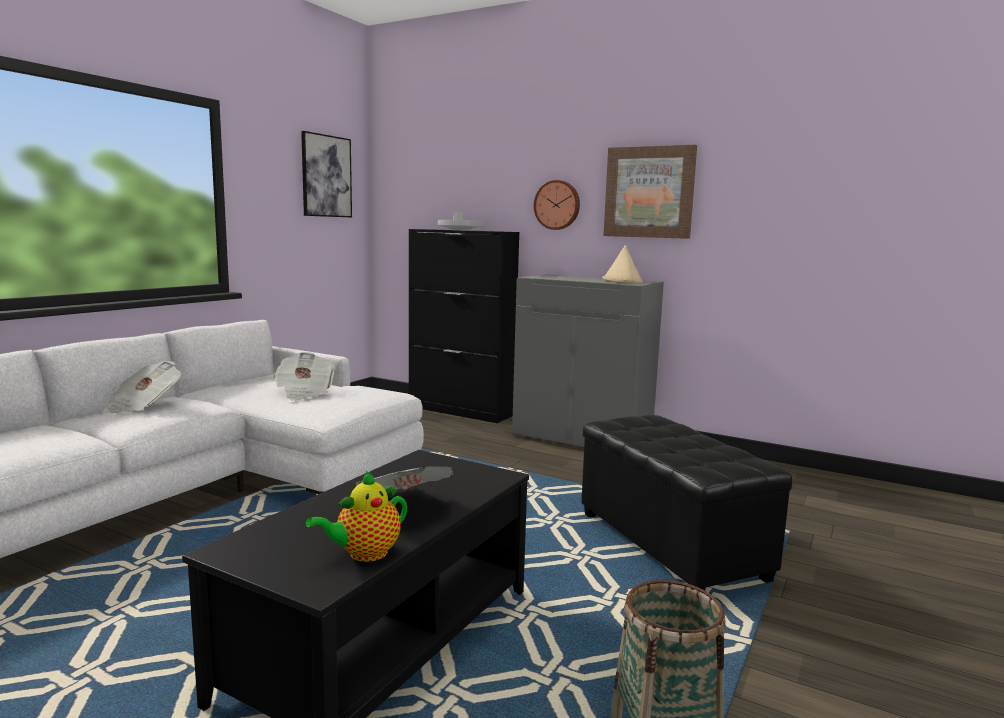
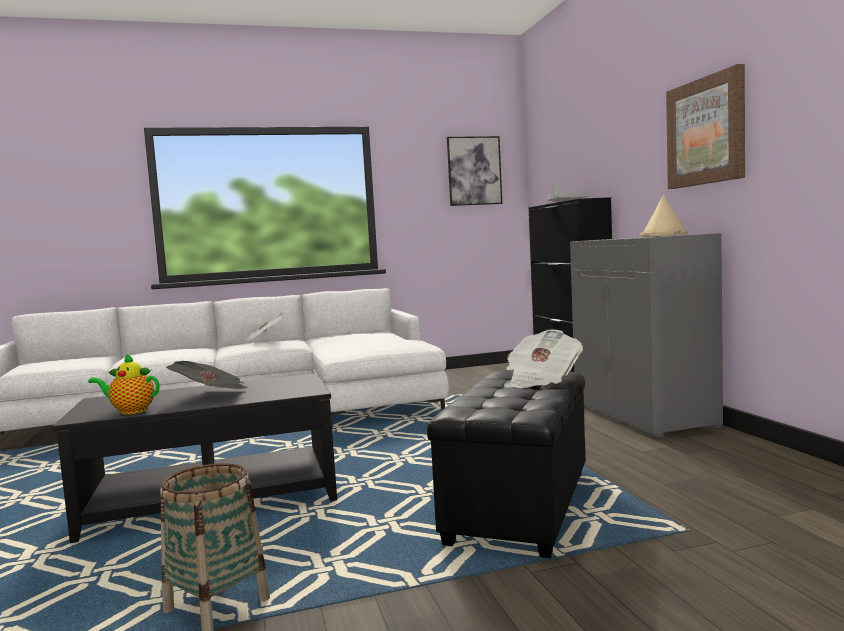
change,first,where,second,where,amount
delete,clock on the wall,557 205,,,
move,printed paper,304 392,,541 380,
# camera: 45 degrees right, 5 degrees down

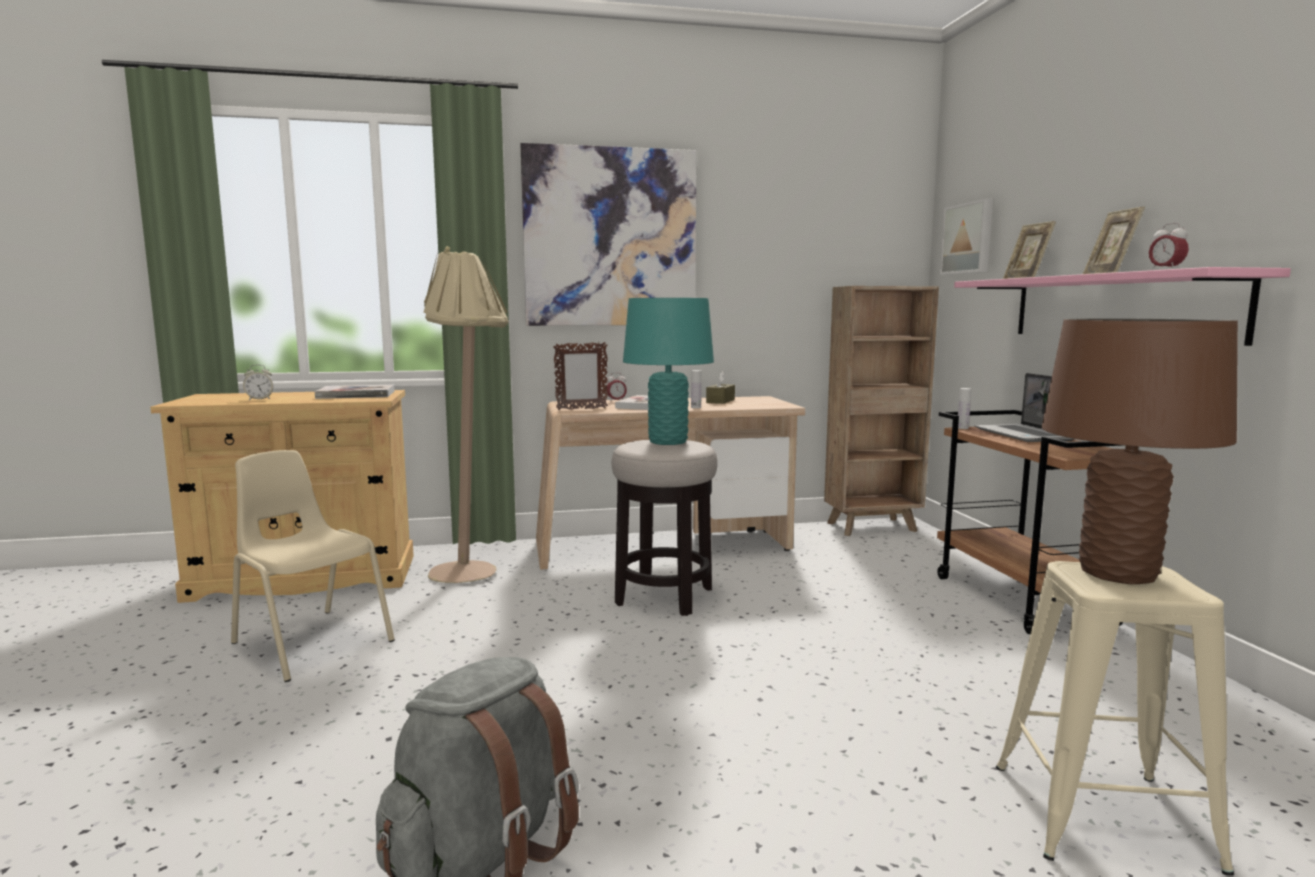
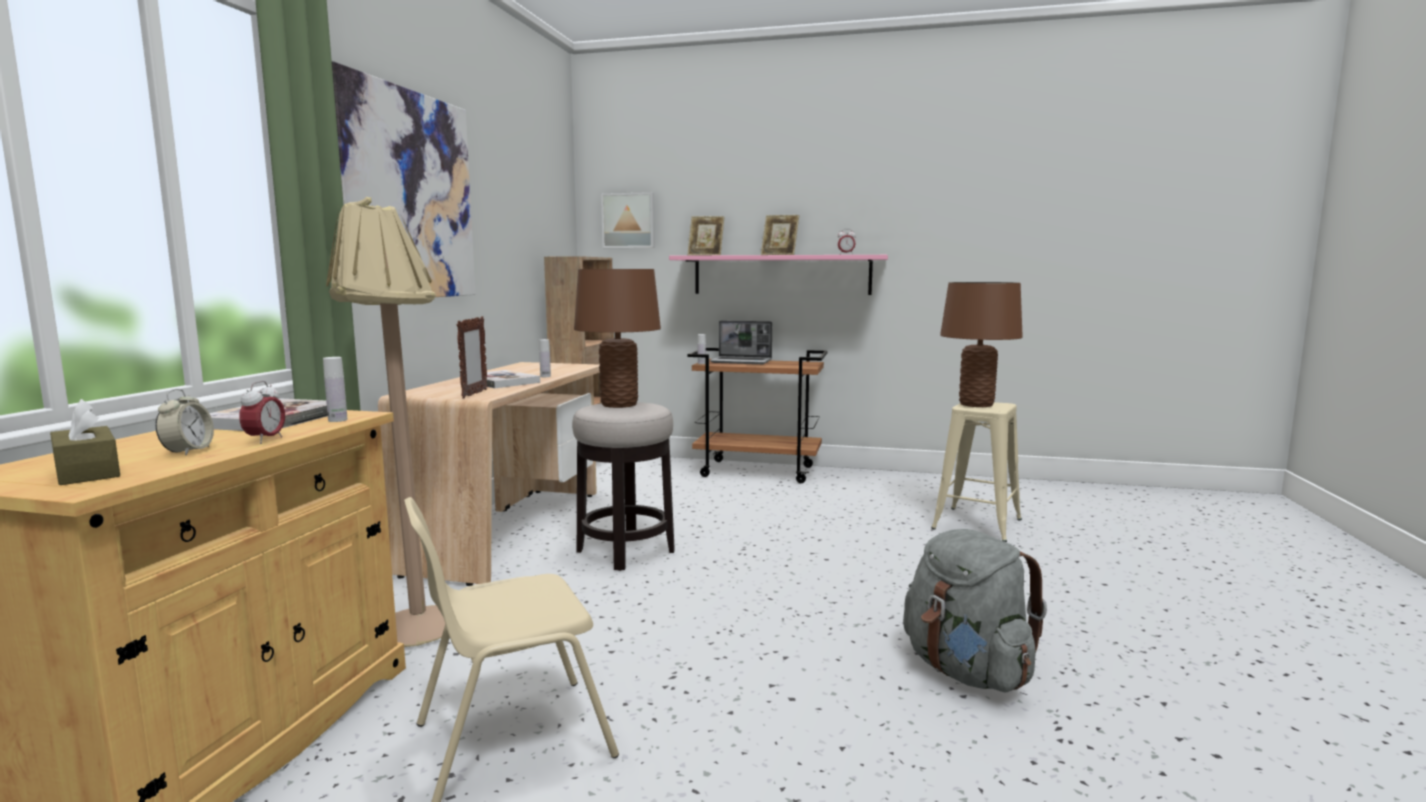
change,first,where,second,where,amount
recolor,turquoise-coloured tabletop lamp,668 442,brown tabletop lamp,619 404,
move,brown tissue box,720 401,,87 472,
move,alarm clock,616 401,,265 440,
insert,,,white drink bottle,337 420,
# camera: 65 degrees left, 0 degrees up

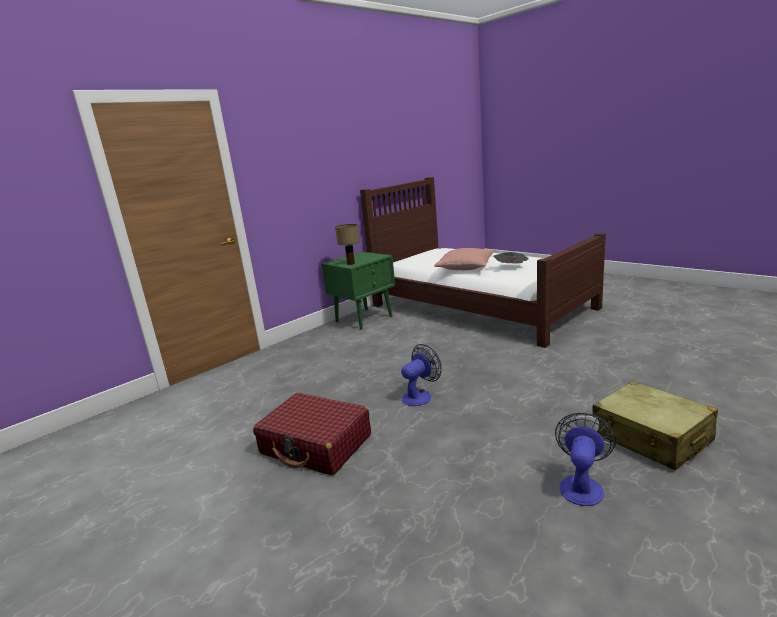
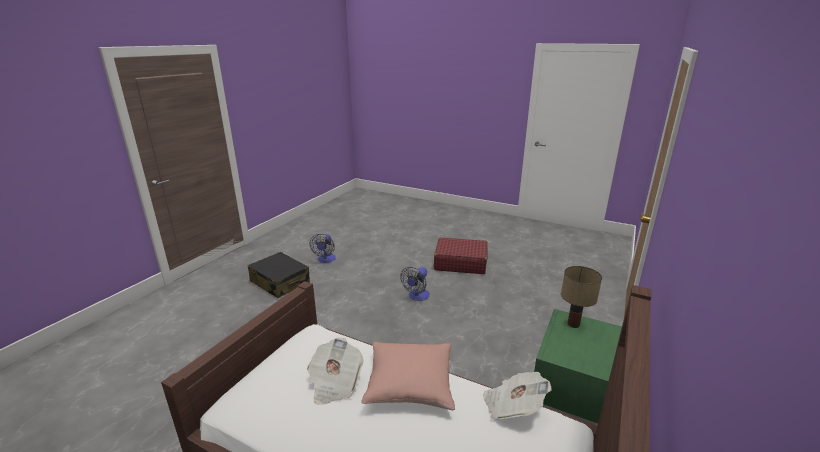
change,first,where,second,where,amount
recolor,beige-coloured suitcase,651 437,black-coloured suitcase,280 282,
insert,,,printed paper,512 407,
# camera: 160 degrees right, 5 degrees up

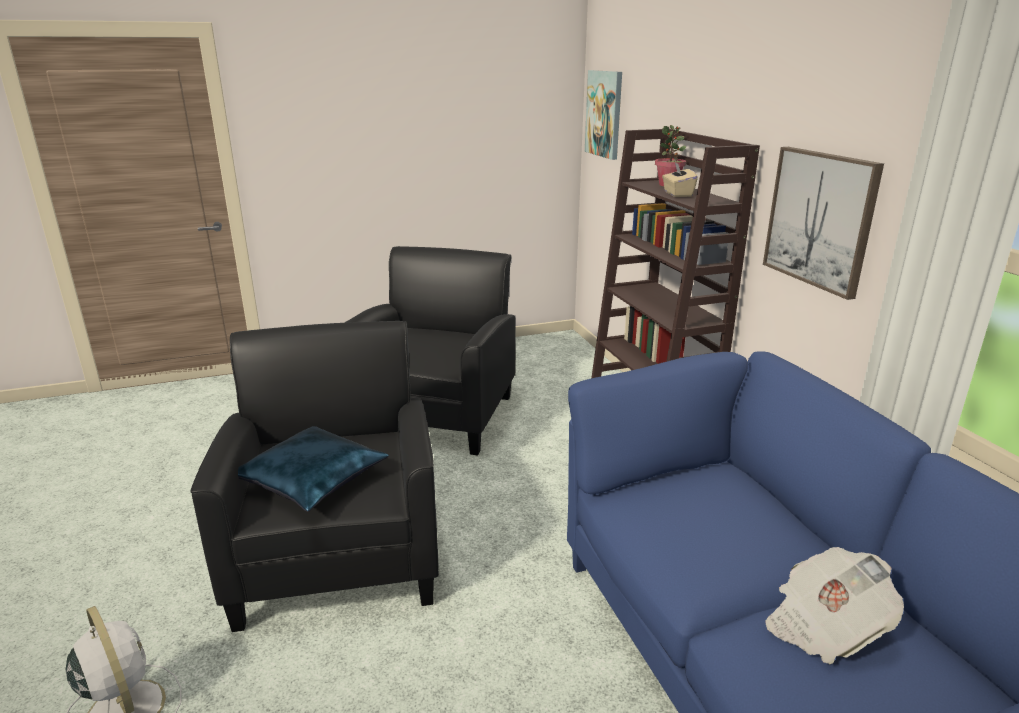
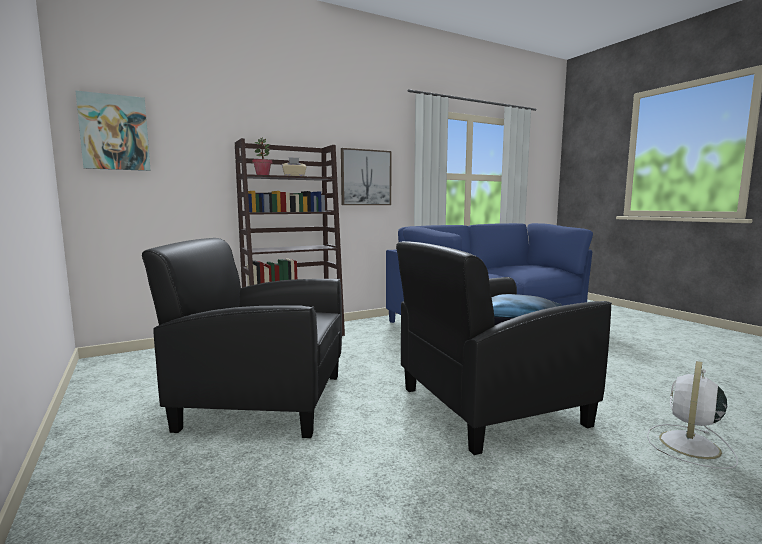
change,first,where,second,where,amount
delete,printed paper,824 626,,,
# camera: 100 degrees left, 15 degrees down

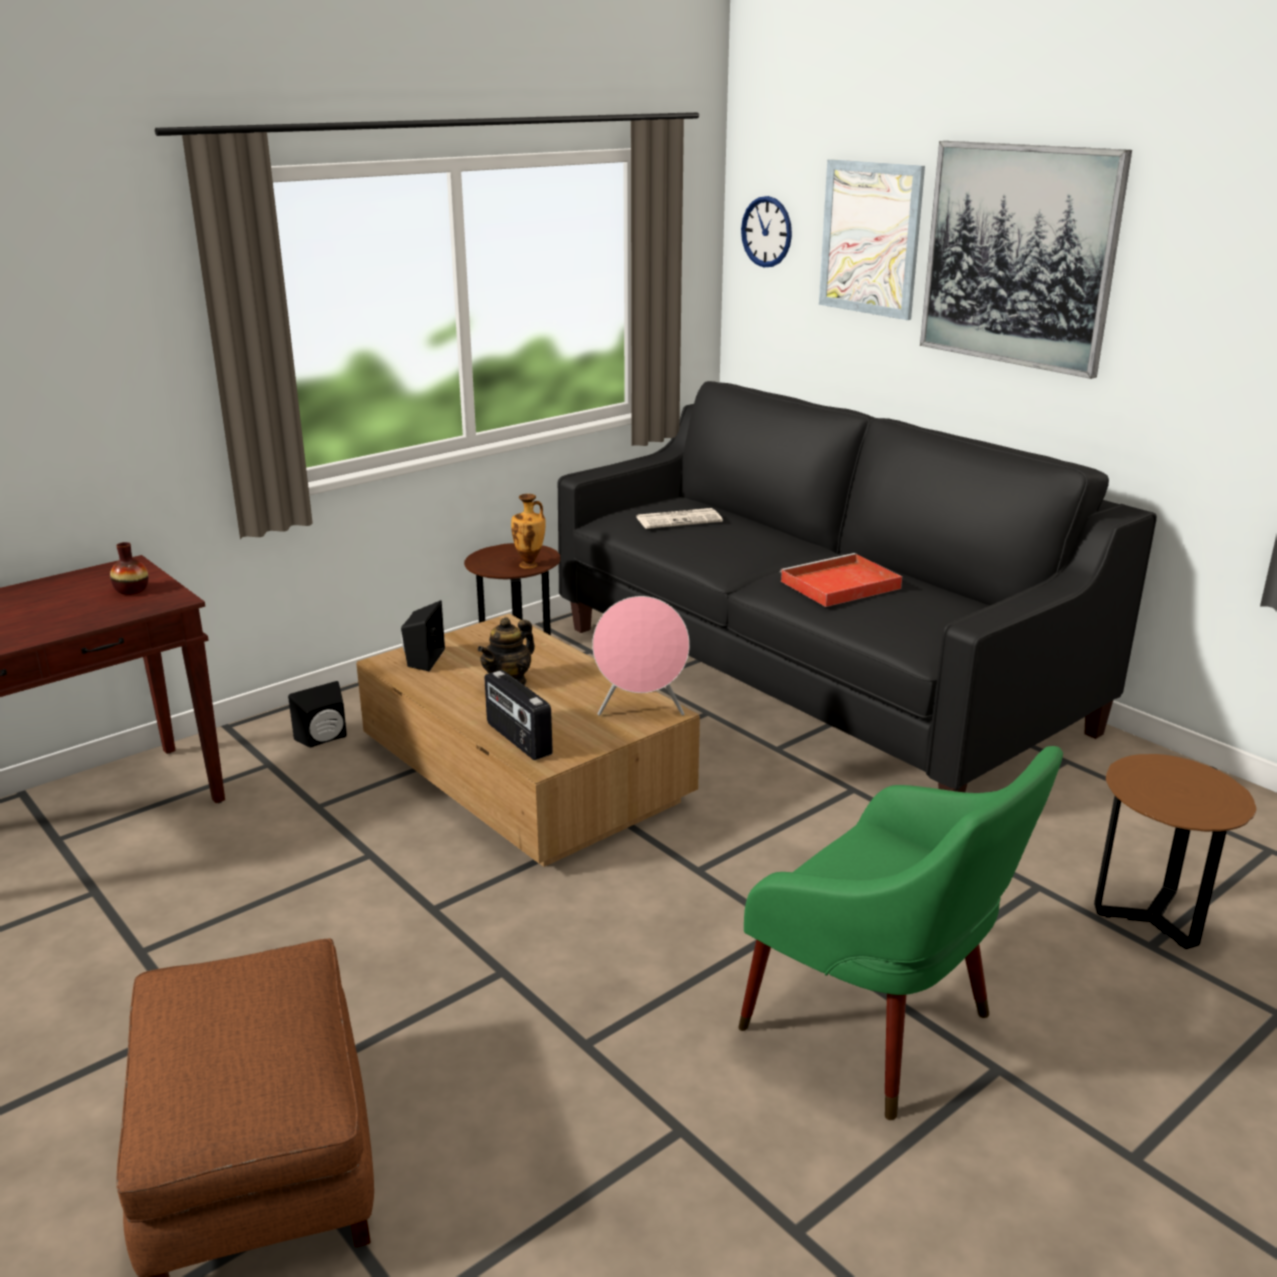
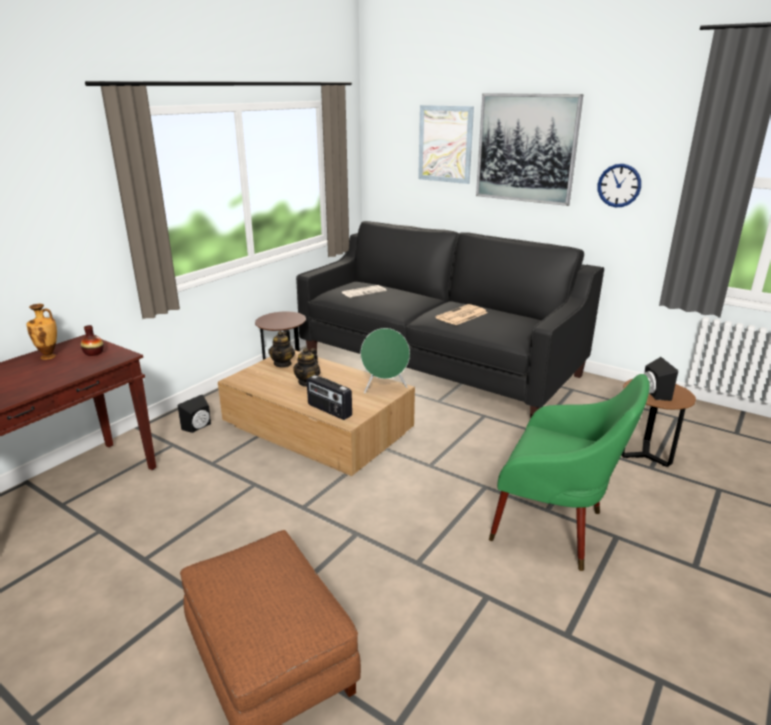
change,first,where,second,where,amount
move,clock on the wall,766 232,,619 185,
move,flower vase,530 565,,49 356,
replace,reddish carrying tray,838 585,printed paper,461 316,
recolor,pinkish speaker,641 711,green speaker,384 388,
move,black-coloured speaker,422 659,,653 394,
insert,,,pot for tea,283 364,
# camera: 15 degrees left, 0 degrees up

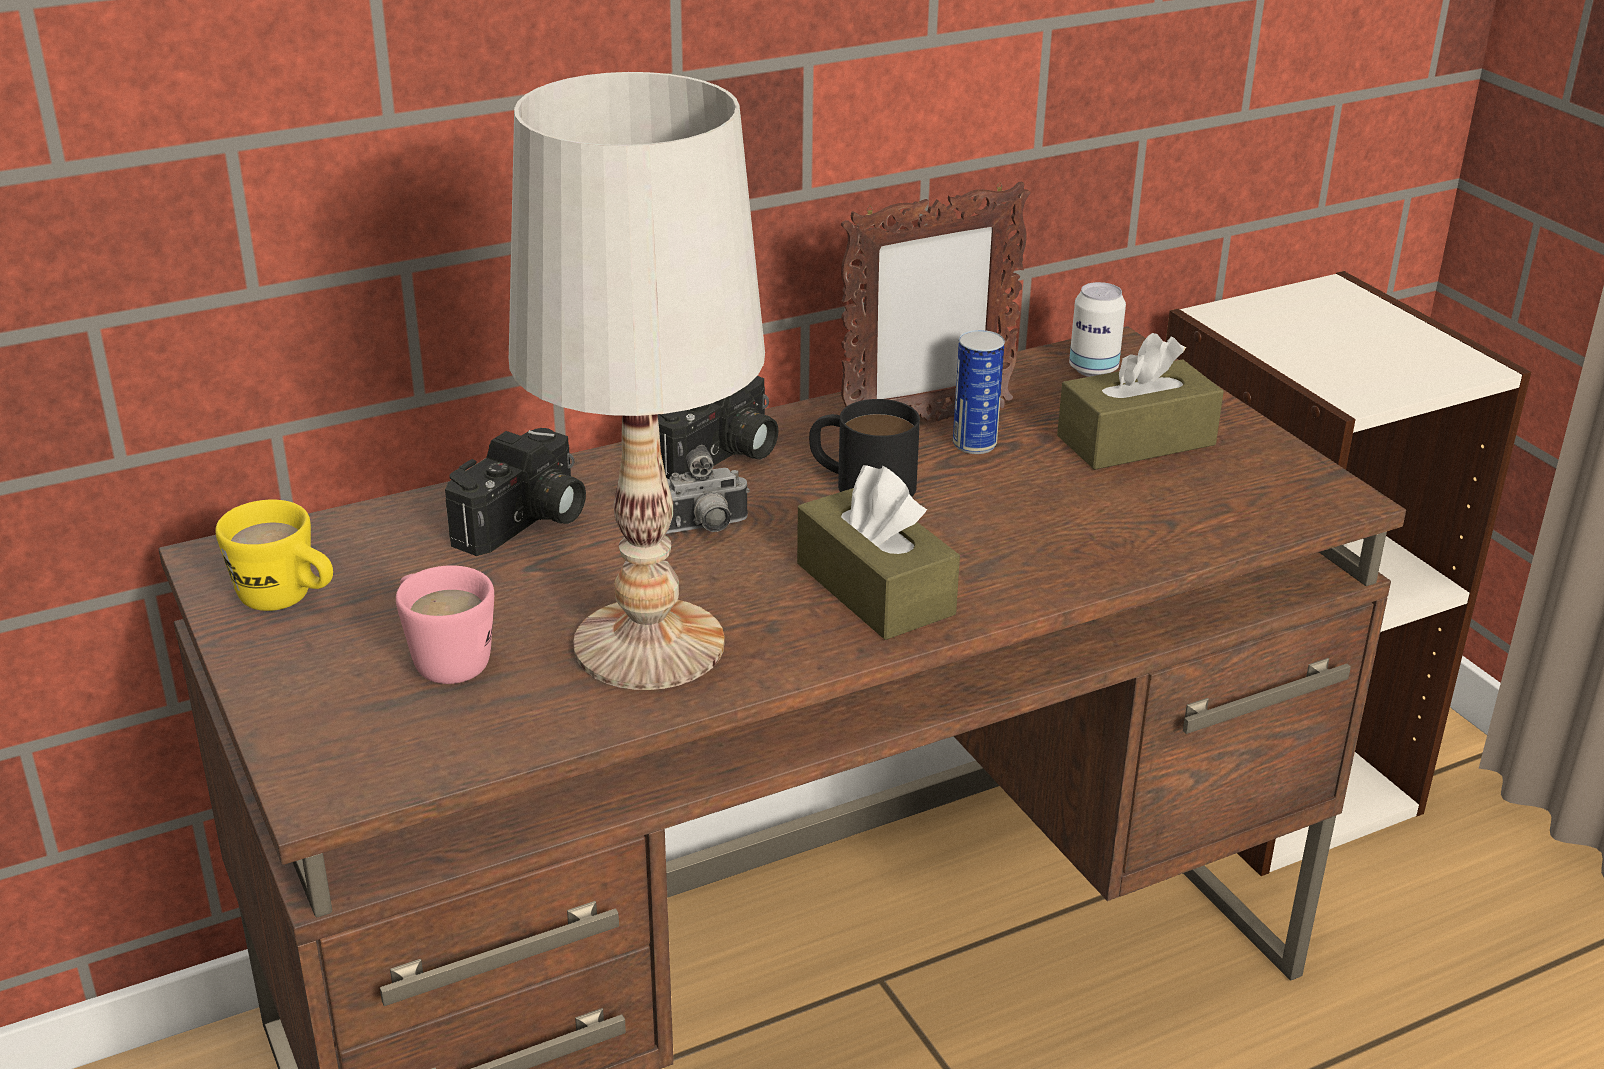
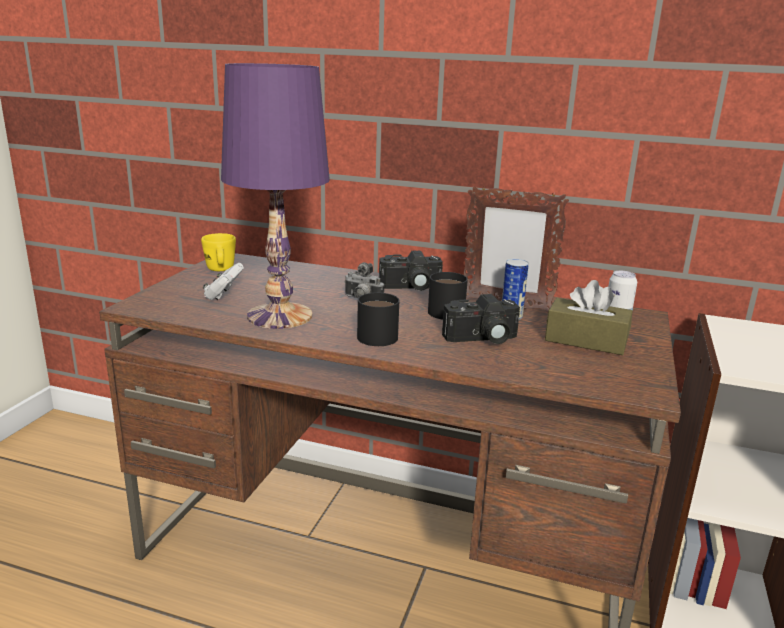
change,first,where,second,where,amount
recolor,white tabletop lamp,647 646,purplish tabletop lamp,279 316,
move,photo camera,526 523,,482 339,
replace,brown tissue box,875 589,black-coloured coffee mug,379 334,
replace,pinkish coffee mug,443 658,white game controller,223 295,
# camera: 45 degrees right, 10 degrees down

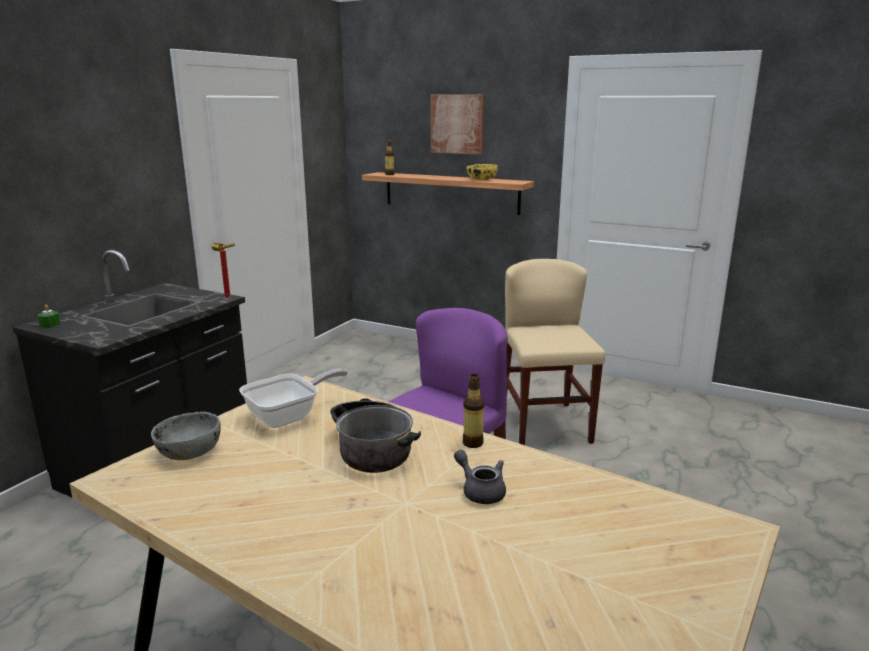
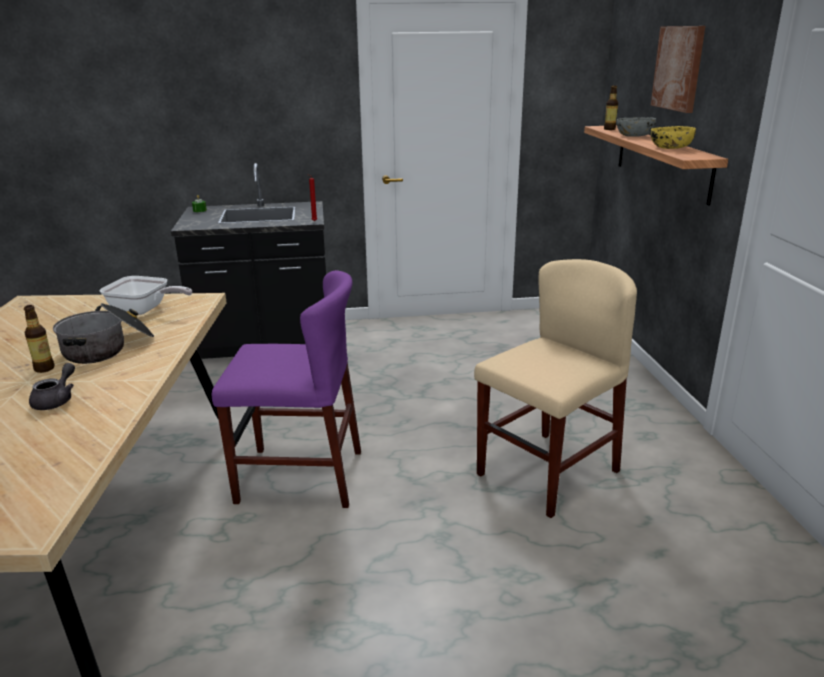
change,first,where,second,where,amount
move,drink bottle,472 443,,44 368,
move,greyish serving bowl,189 451,,634 136,
# camera: 55 degrees right, 5 degrees up

